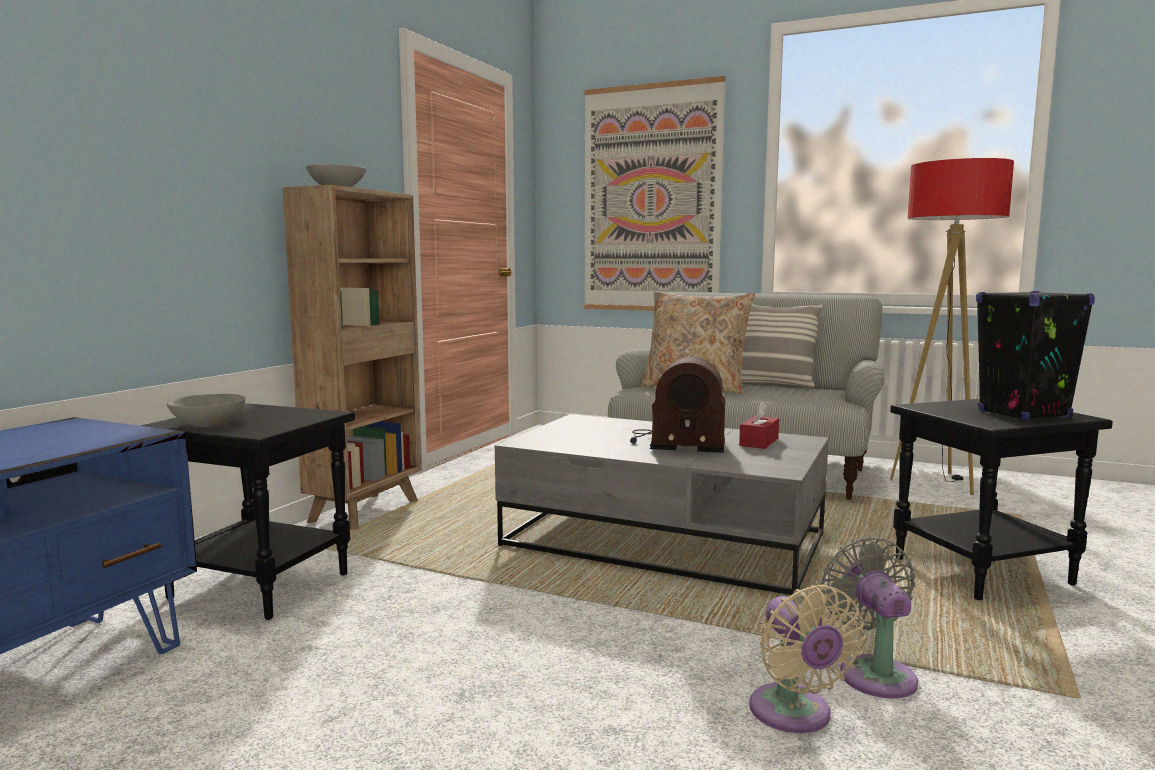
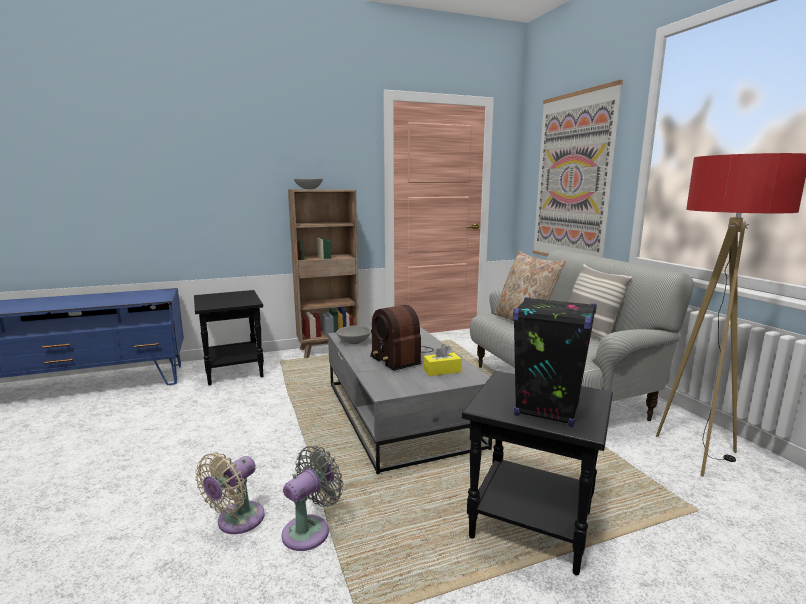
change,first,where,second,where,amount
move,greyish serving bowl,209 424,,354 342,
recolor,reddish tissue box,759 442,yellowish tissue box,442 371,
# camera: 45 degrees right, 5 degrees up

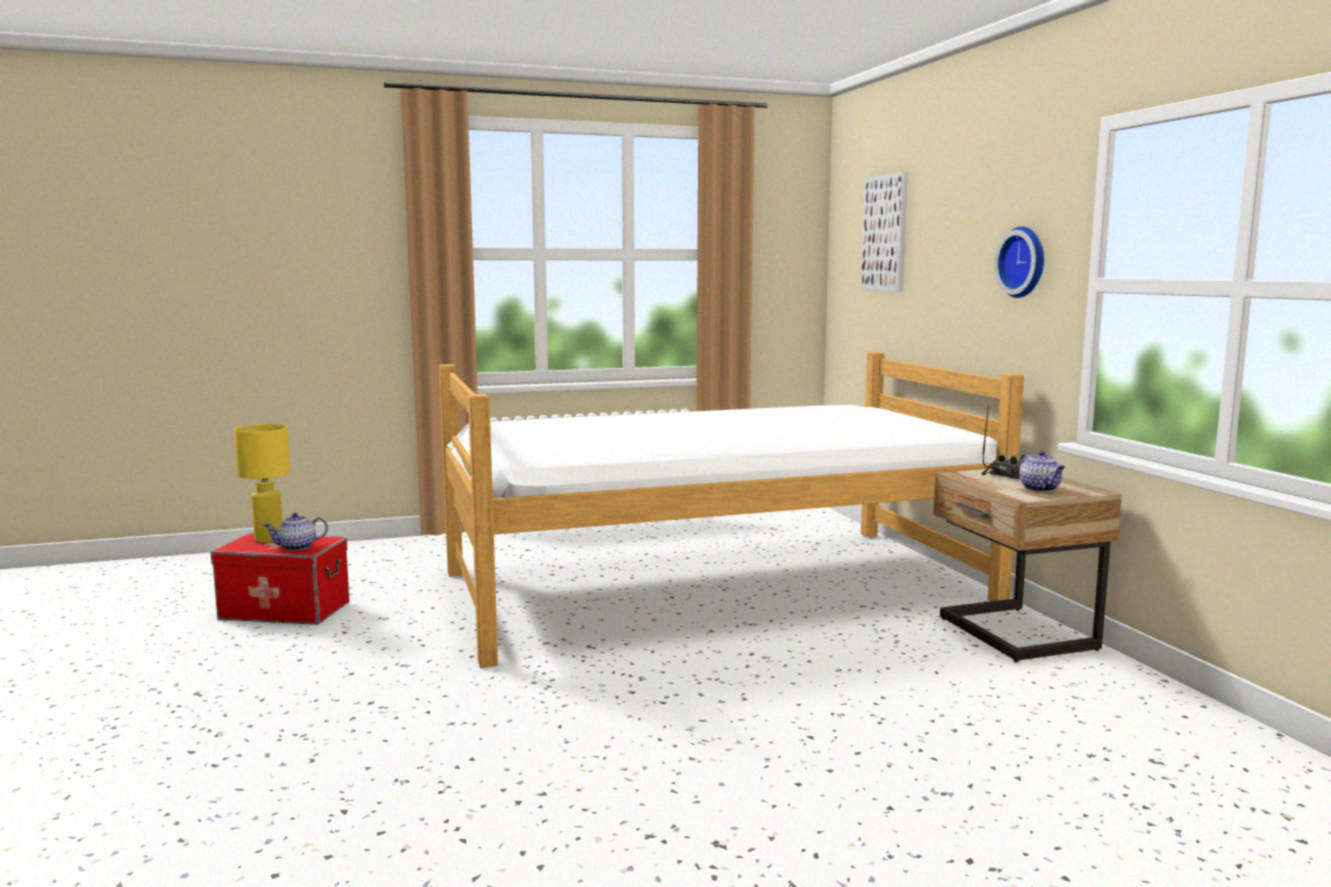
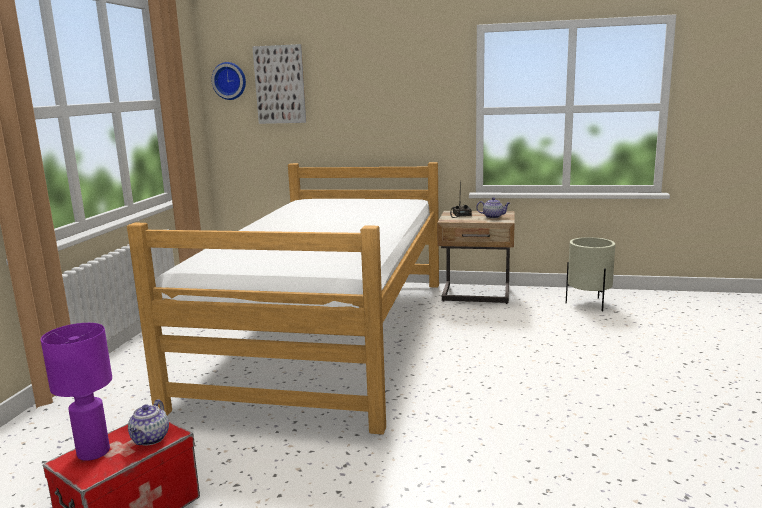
change,first,where,second,where,amount
move,clock on the wall,1024 262,,230 81,
recolor,yellowish tabletop lamp,269 539,purplish tabletop lamp,94 452,
insert,,,beige-coloured plant pot,588 304,
# camera: 60 degrees left, 5 degrees up

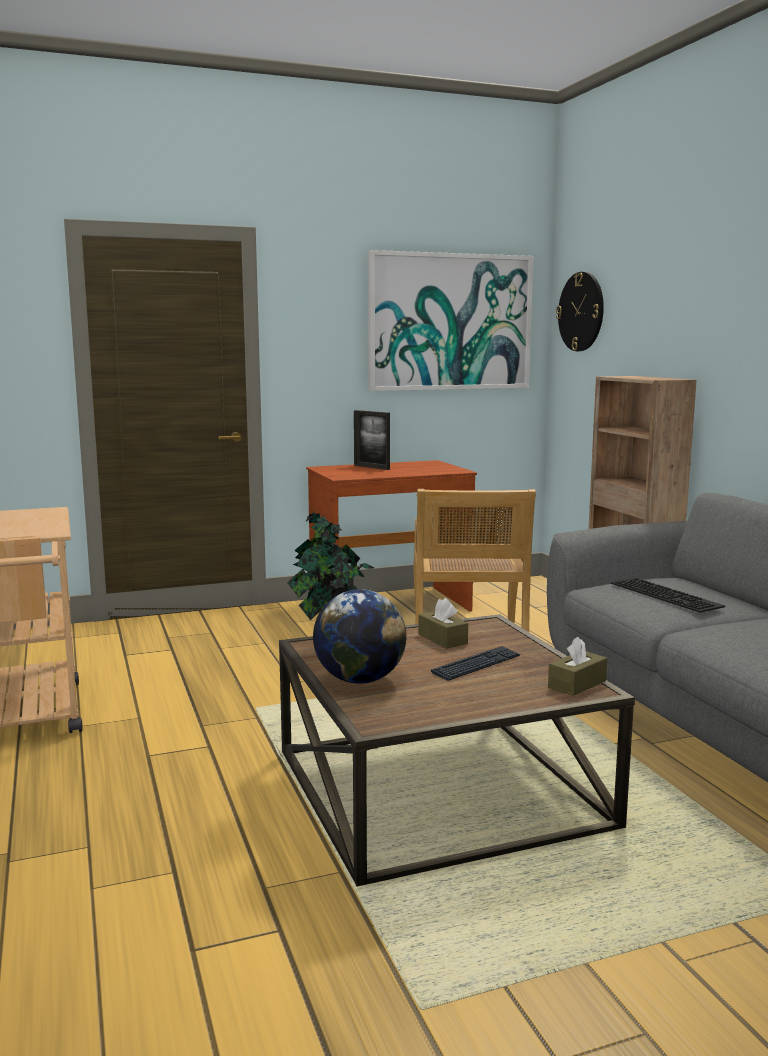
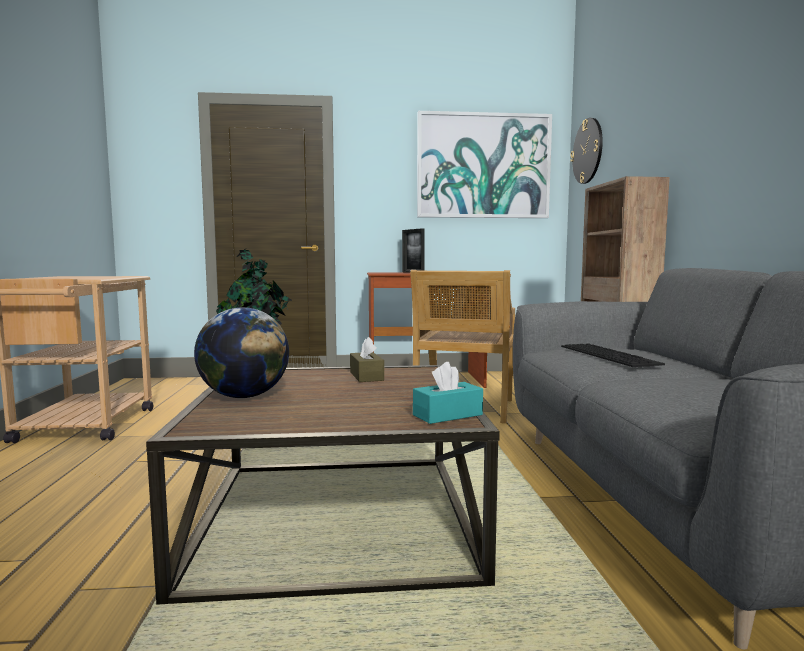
change,first,where,second,where,amount
recolor,brown tissue box,577 684,turquoise-coloured tissue box,447 415,
delete,PC keyboard,476 665,,,
# camera: 15 degrees right, 5 degrees down

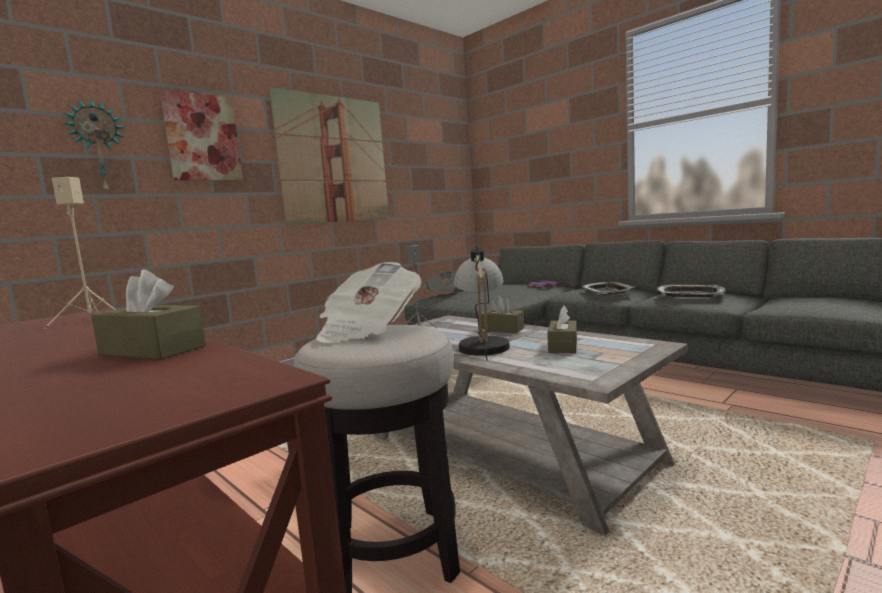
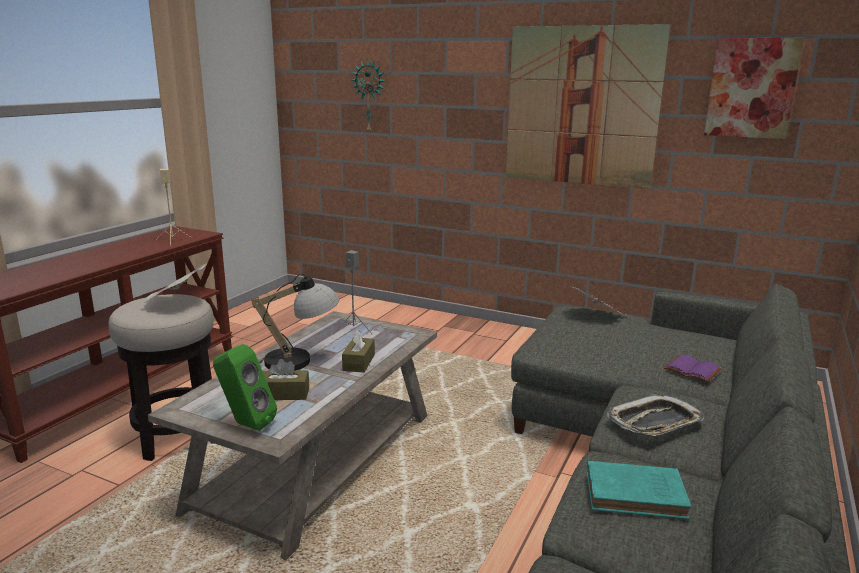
change,first,where,second,where,amount
move,wall art,202 138,,751 88,
delete,brown tissue box,152 350,,,
replace,carrying tray,690 295,turquoise-coloured book,637 495,
insert,,,green speaker,245 424,
# camera: 70 degrees right, 10 degrees up

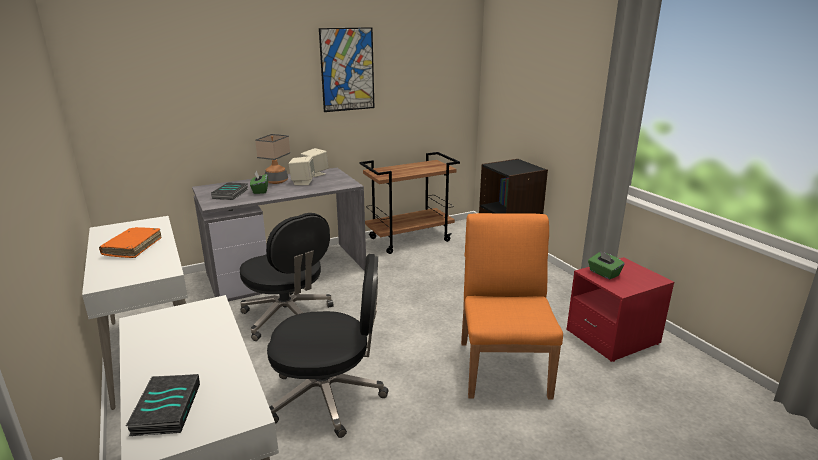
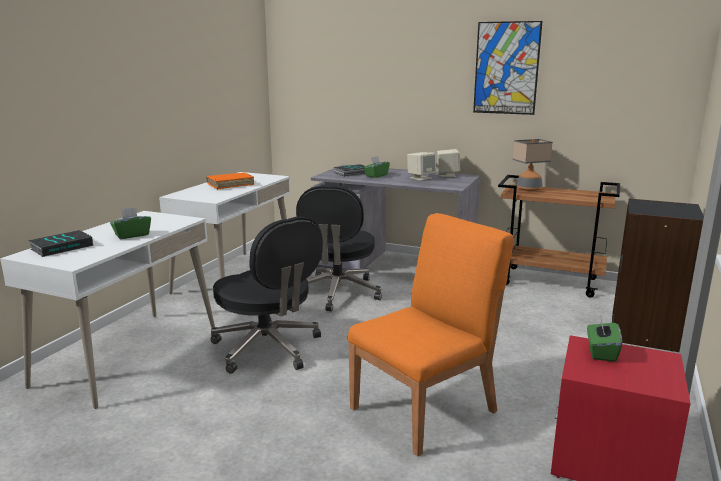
change,first,where,second,where,amount
move,tabletop lamp,276 181,,528 189,
insert,,,green tissue box,132 235,
# camera: 50 degrees right, 5 degrees down

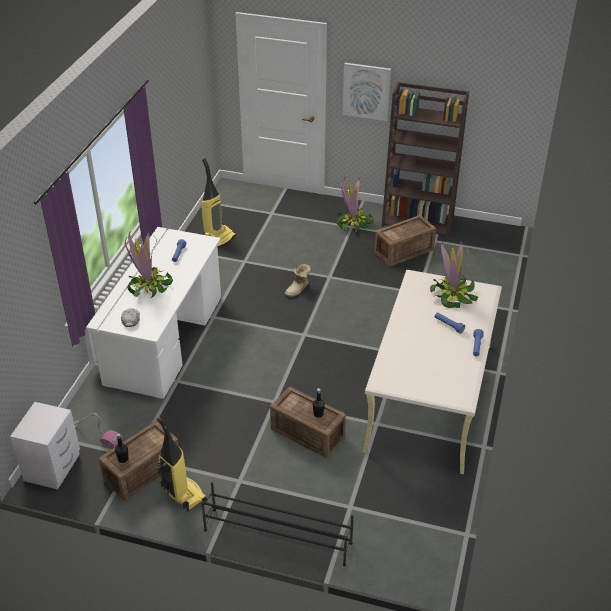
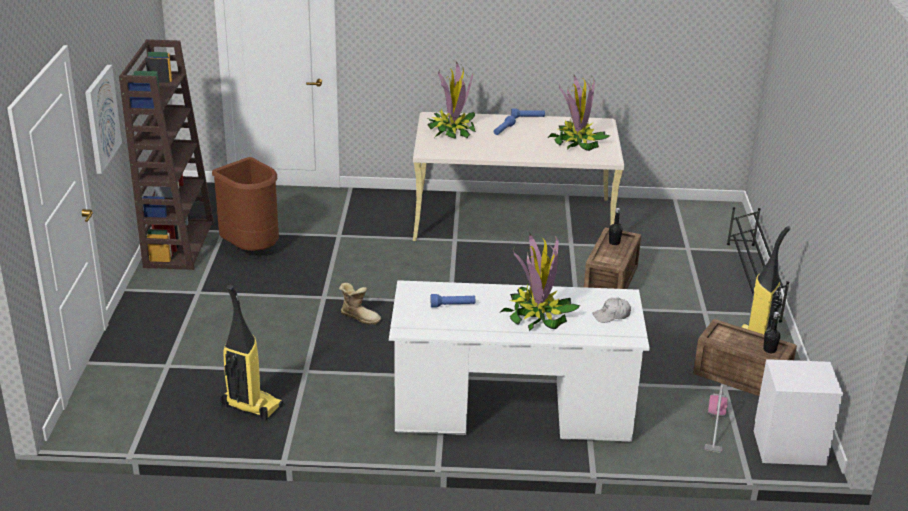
change,first,where,second,where,amount
move,plant in a pot,353 223,,577 142,
replace,packing crate,405 251,brown waste bin,252 249,
# camera: 105 degrees left, 10 degrees down

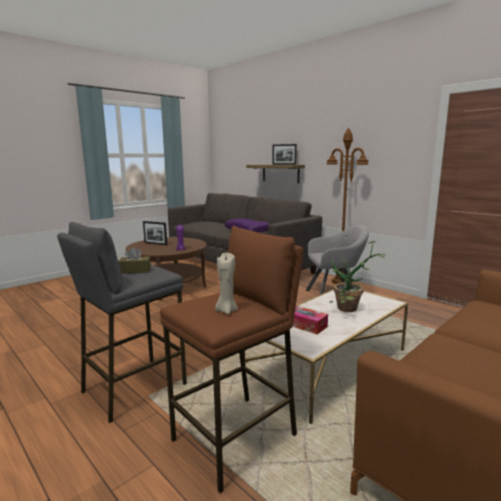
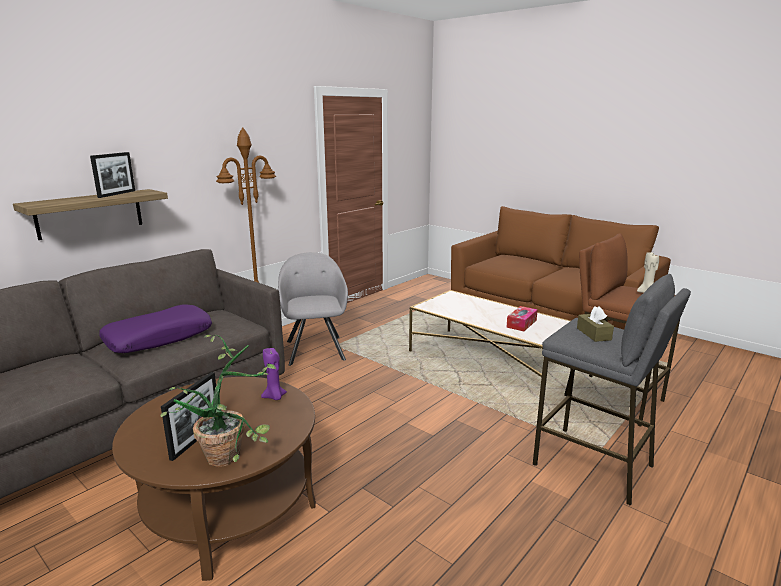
change,first,where,second,where,amount
move,plant in a pot,351 310,,232 454,
# camera: 95 degrees left, 5 degrees up

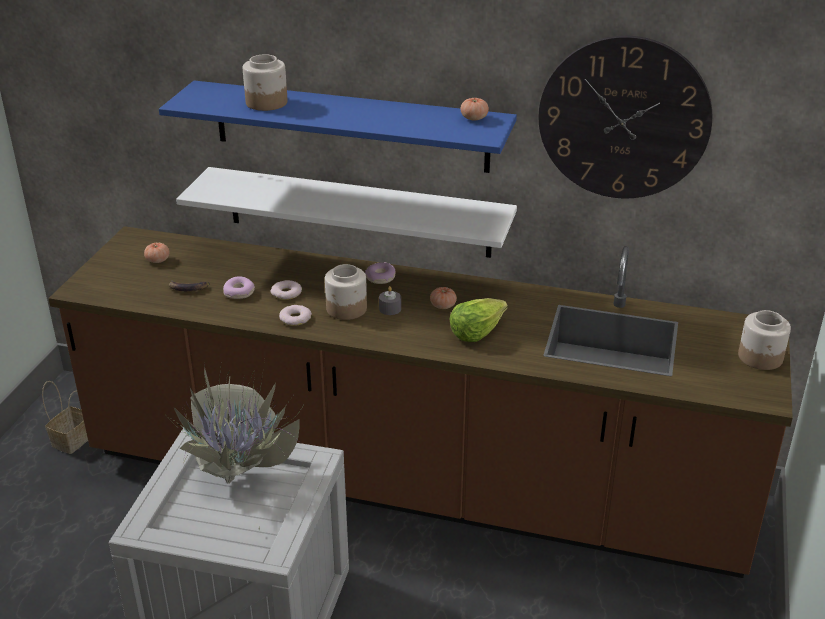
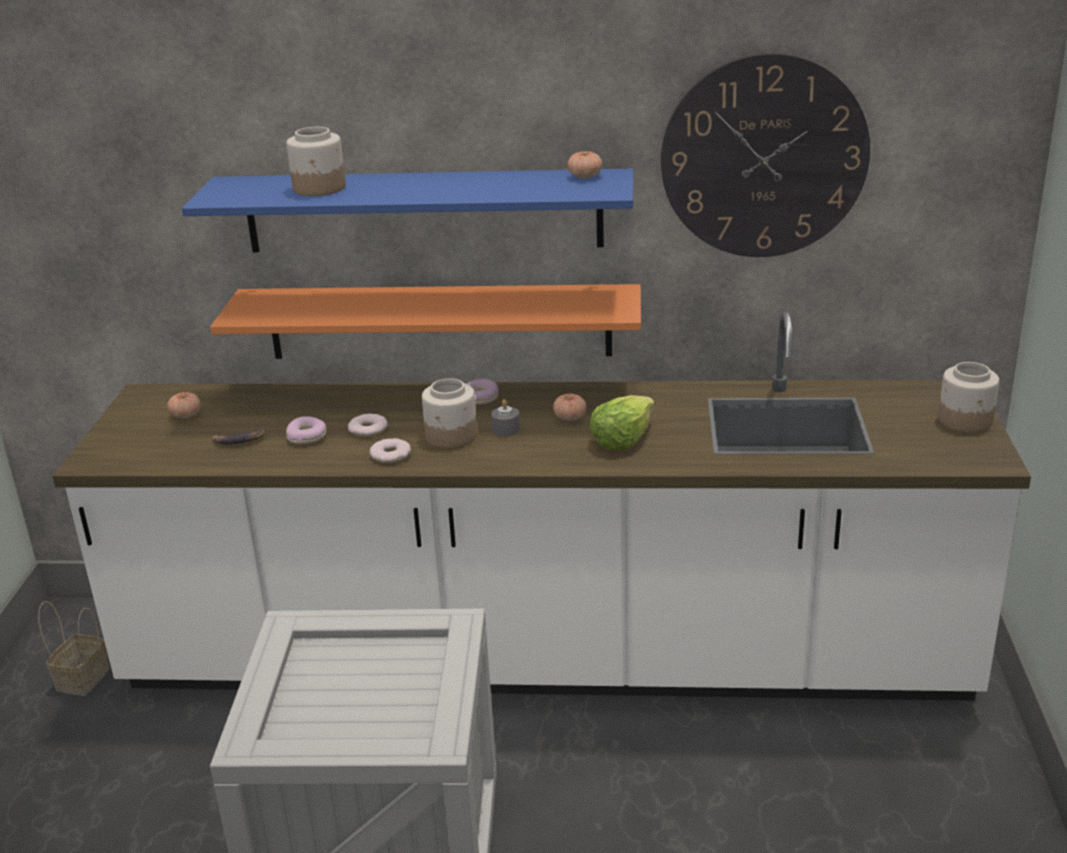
change,first,where,second,where,amount
recolor,white wall shelf,358 212,orangey wall shelf,439 321,
recolor,brown kitchen base unit,412 484,white kitchen base unit,544 660,
delete,plant in a pot,241 477,,,
# camera: 10 degrees left, 5 degrees down

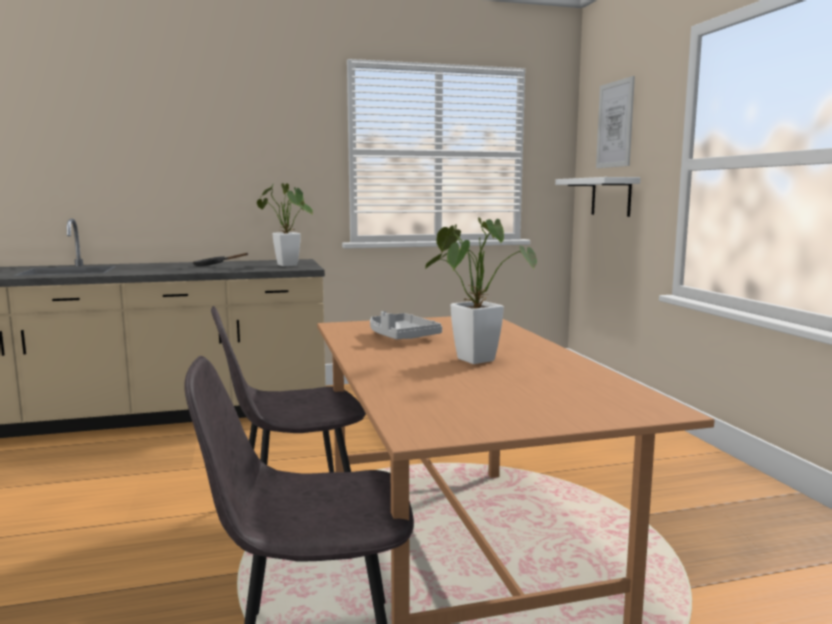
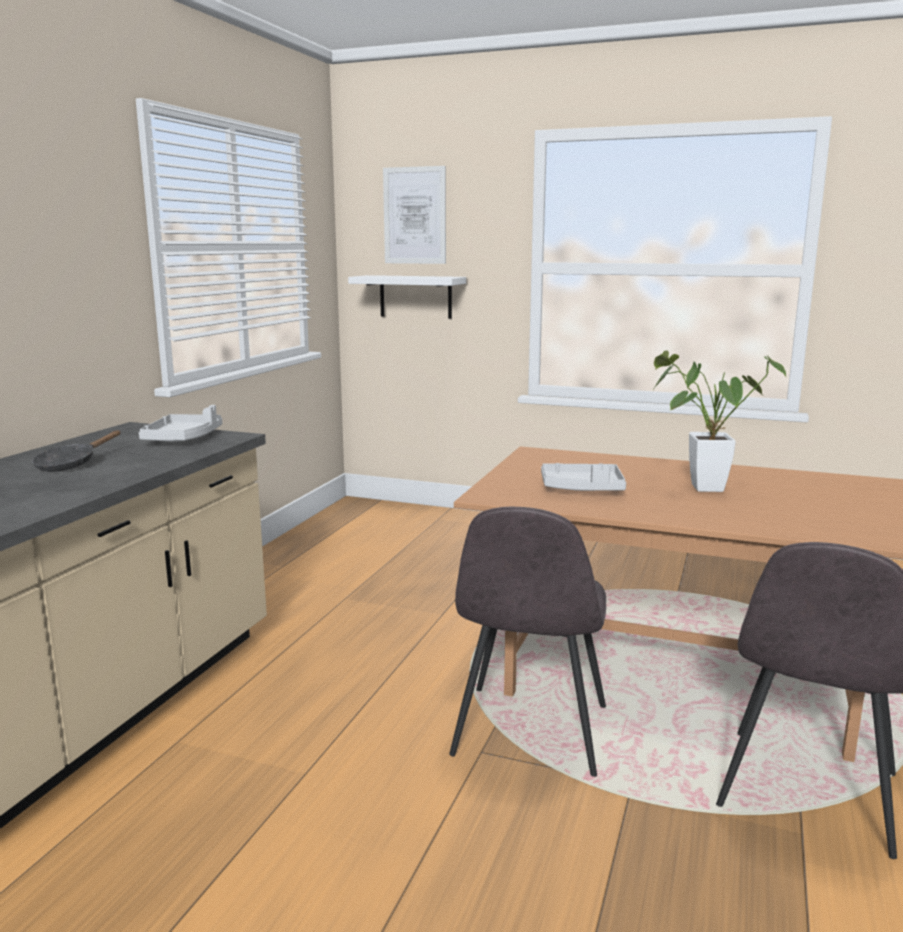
change,first,where,second,where,amount
replace,plant in a pot,289 265,greyish carrying tray,183 438,
# camera: 55 degrees left, 5 degrees up

